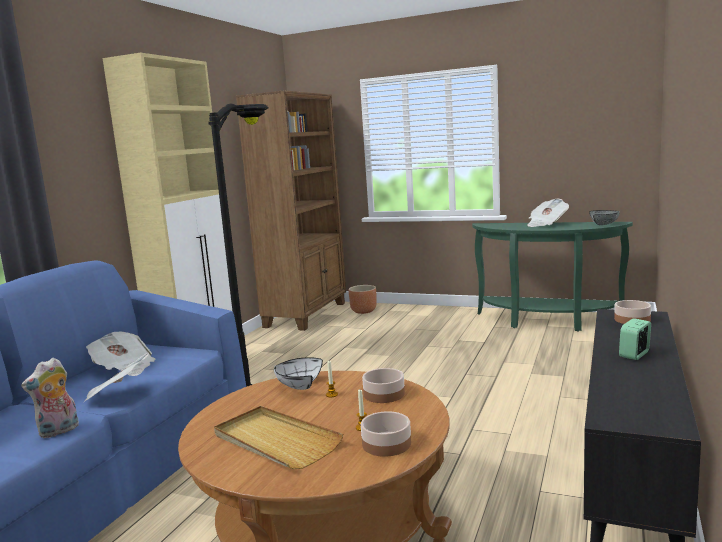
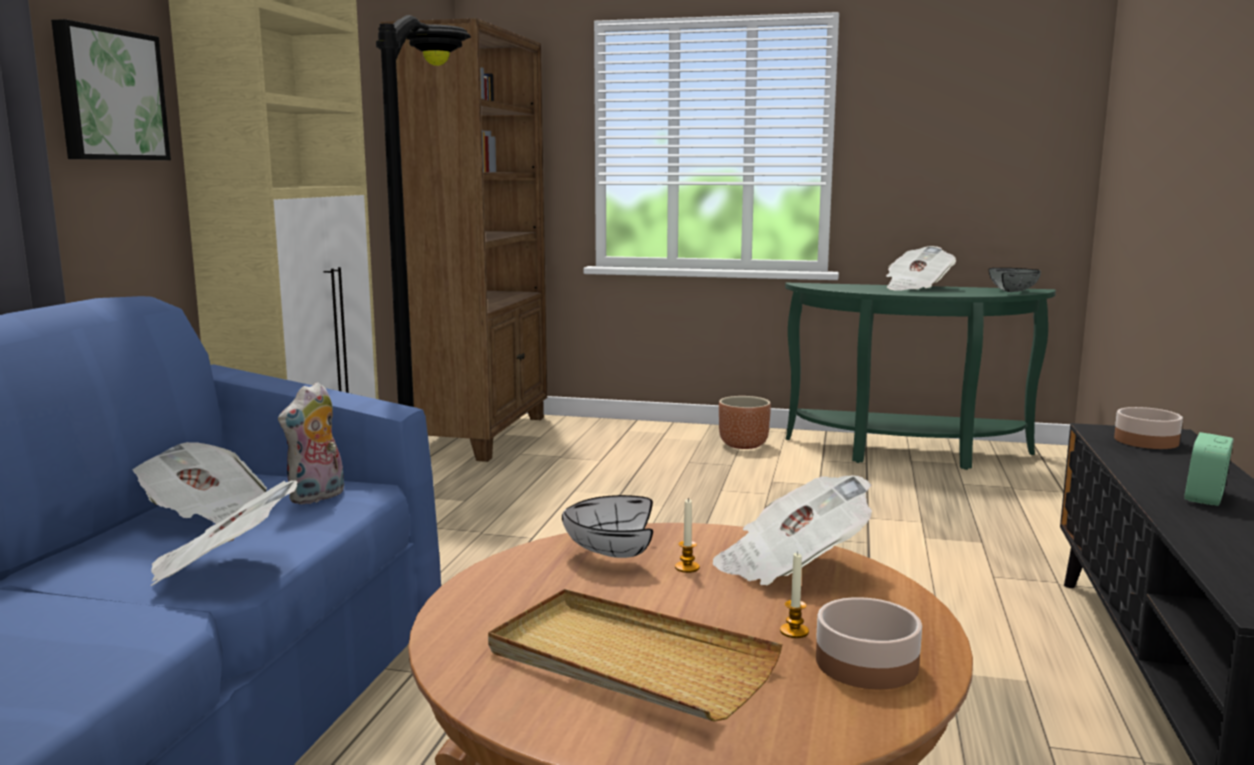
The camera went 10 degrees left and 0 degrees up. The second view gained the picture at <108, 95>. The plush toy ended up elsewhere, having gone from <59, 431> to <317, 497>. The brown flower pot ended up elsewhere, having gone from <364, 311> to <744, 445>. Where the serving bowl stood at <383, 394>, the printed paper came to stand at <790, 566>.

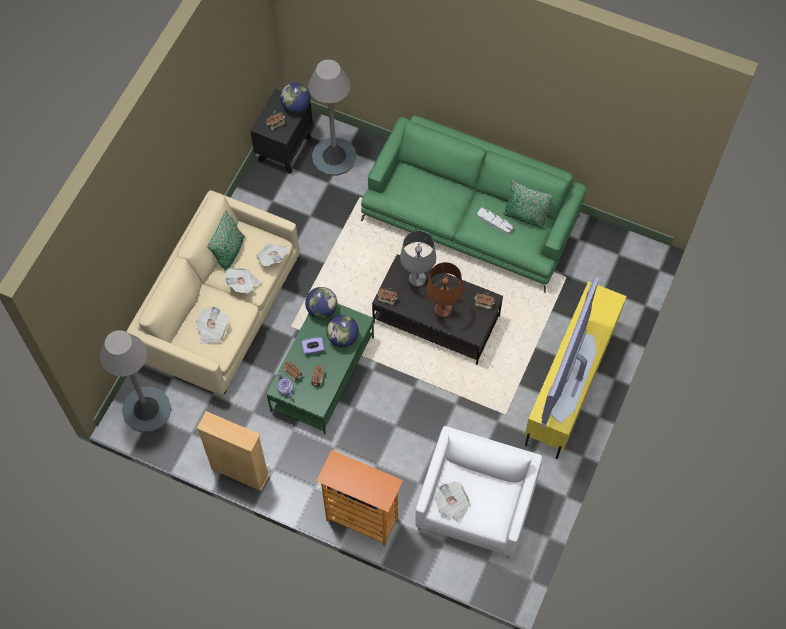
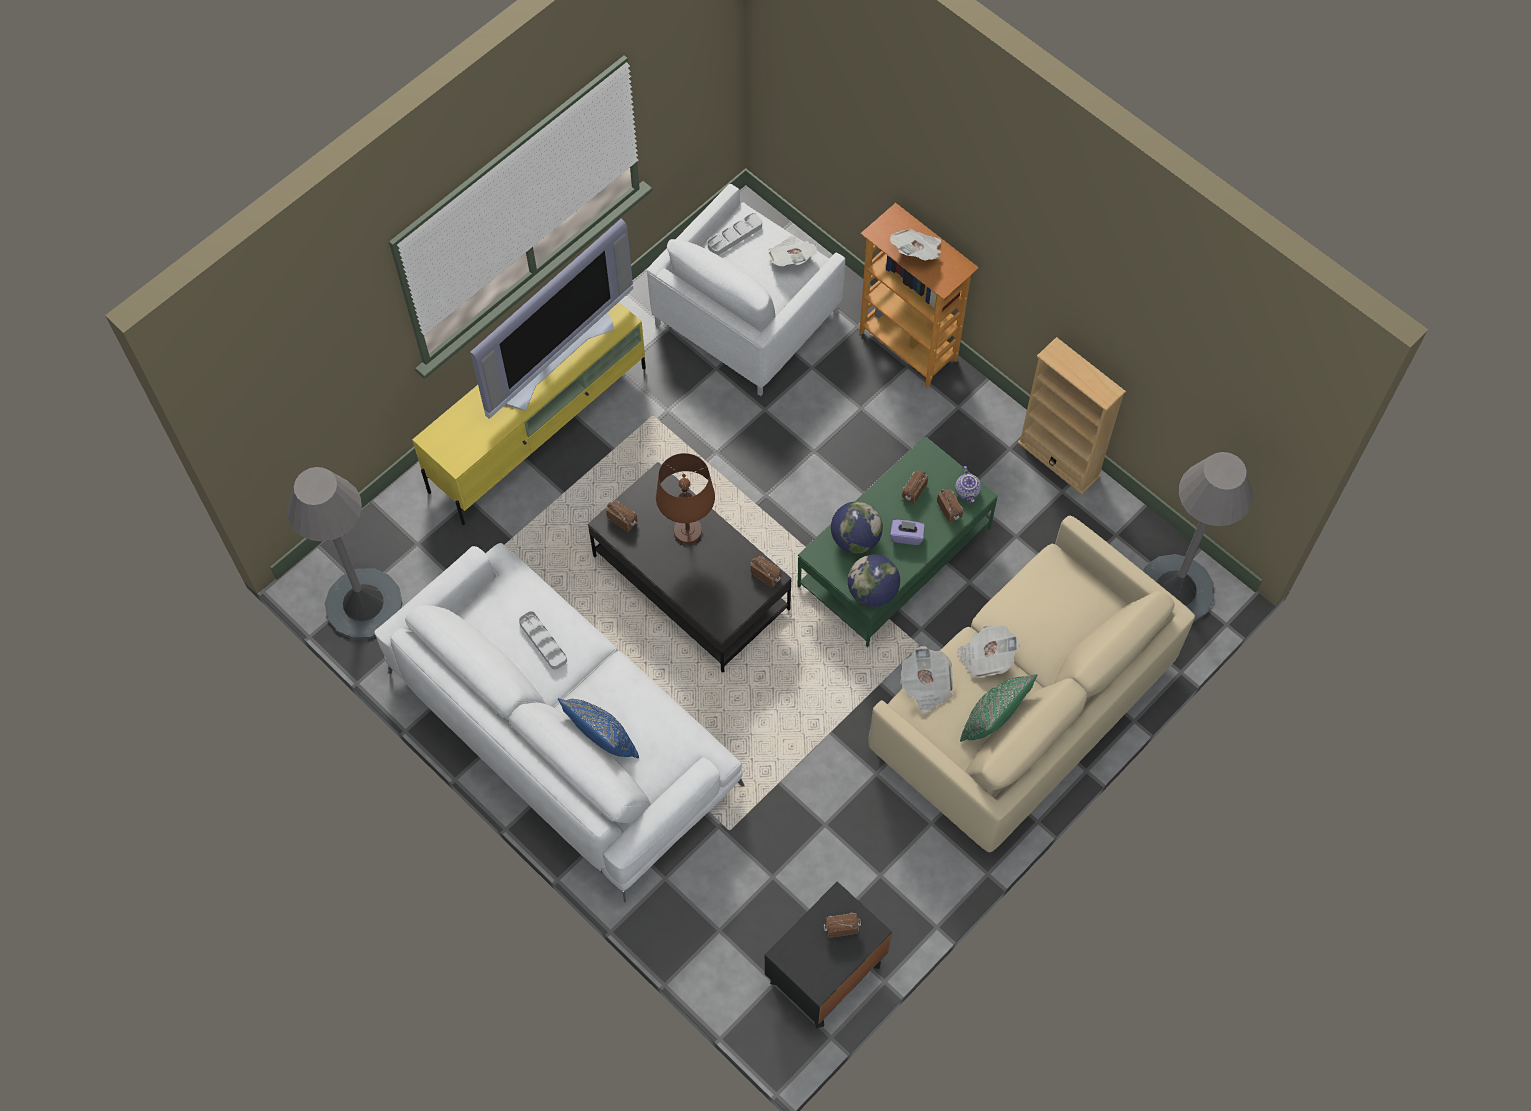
The camera went 160 degrees left and 0 degrees up. The second view lost the globe at <296, 106>. The second view lost the greyish table lamp at <417, 279>. The second view lost the greenish pillow at <525, 216>. The second view gained the blue pillow at <603, 740>. The second view gained the greyish serving tray at <735, 236>. The printed paper ended up elsewhere, having gone from <212, 330> to <917, 252>. The greyish standard lamp ended up elsewhere, having gone from <334, 157> to <363, 604>. What was the greenish settee at <471, 218> turned into the white settee at <562, 729>.

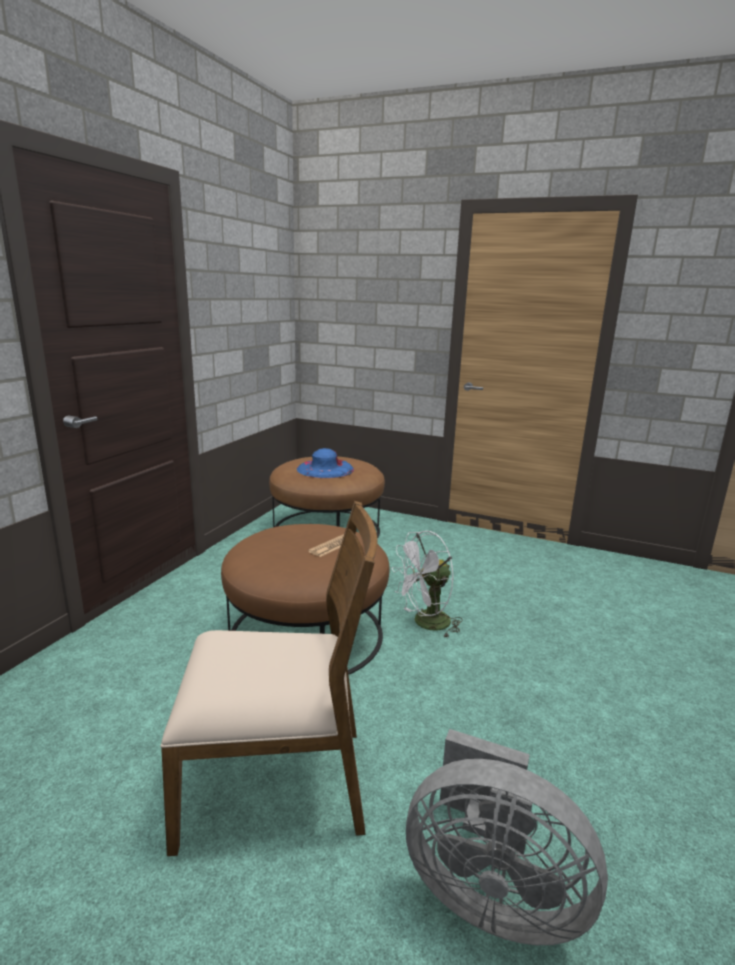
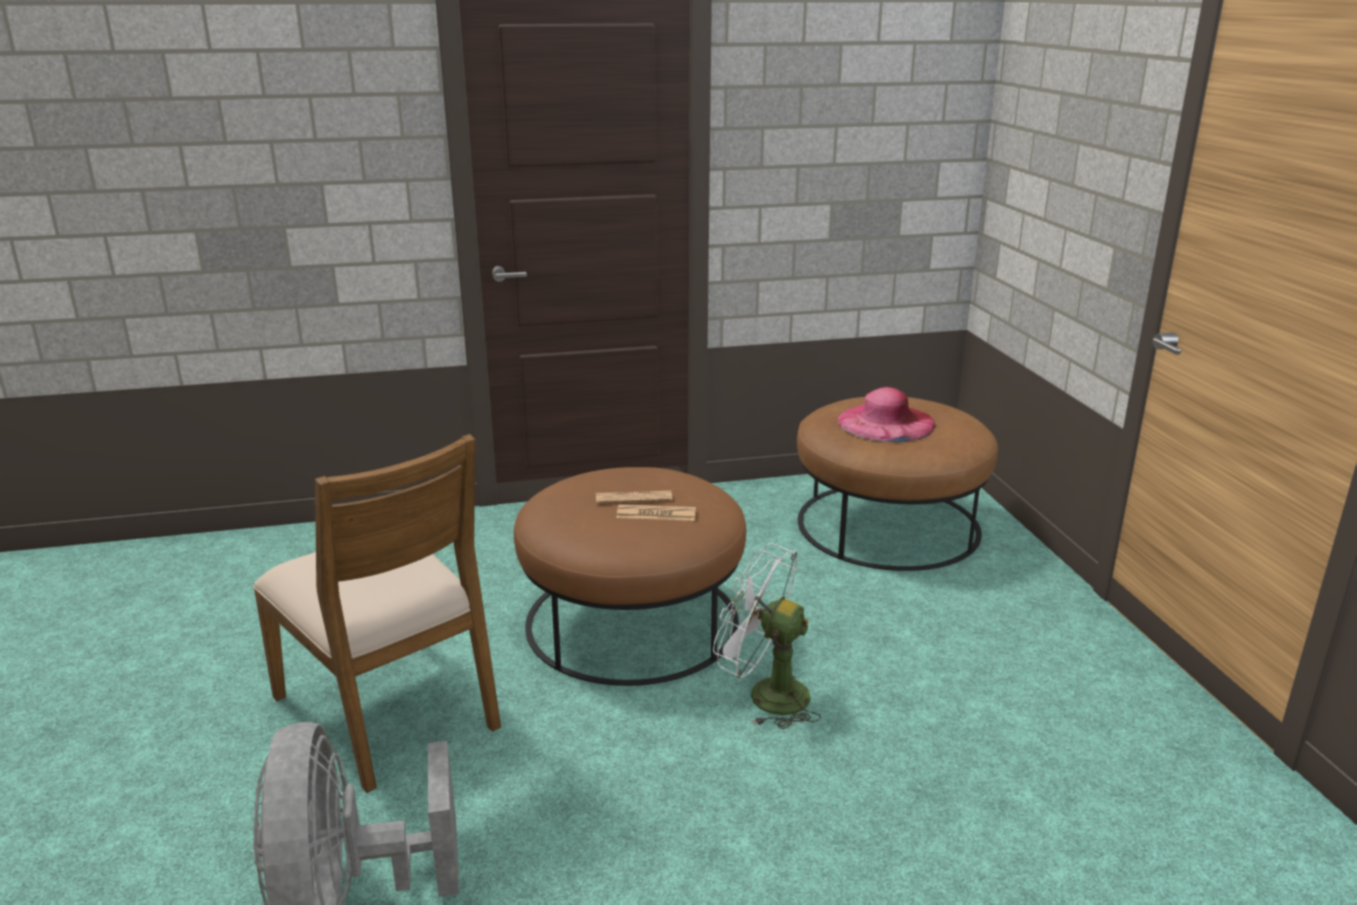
The camera went 55 degrees right and 5 degrees up. The second view gained the printed paper at <633, 498>. What was the blue clothing hat at <325, 469> turned into the pink-coloured clothing hat at <886, 422>.

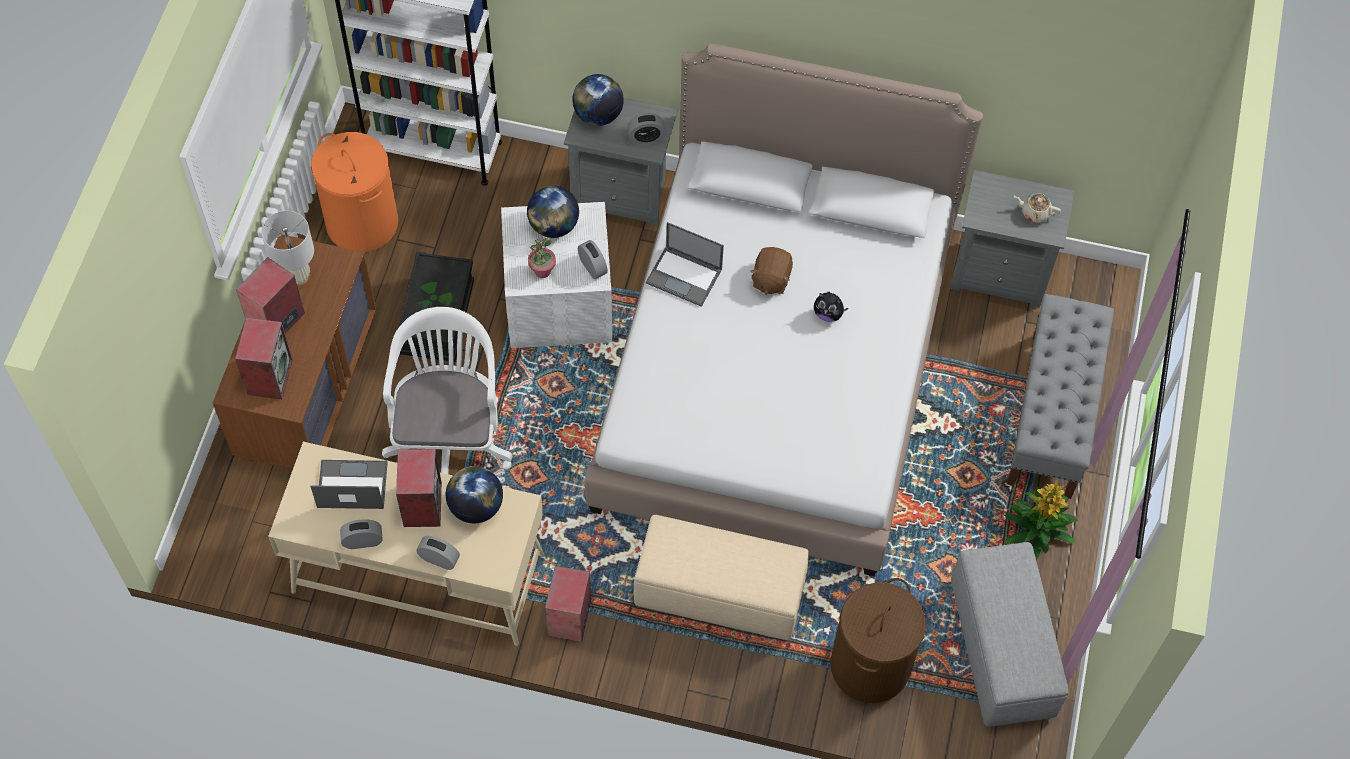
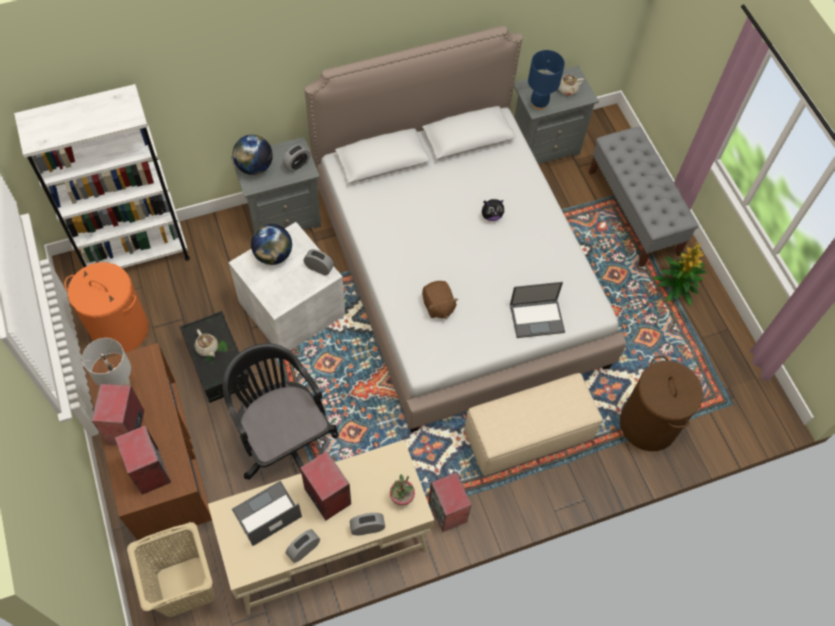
The camera went 35 degrees left and 0 degrees up. The second view lost the globe at <476, 506>. The second view lost the greyish footrest at <1002, 649>. The second view gained the beige hamper at <184, 586>. The second view gained the beige teapot at <207, 348>. The second view gained the blue table lamp at <539, 104>. The houseplant ended up elsewhere, having gone from <542, 271> to <401, 498>. The portable computer ended up elsewhere, having gone from <685, 276> to <537, 318>. The brown plush toy ended up elsewhere, having gone from <770, 279> to <438, 306>. What was the white desk chair at <450, 437> turned into the black desk chair at <282, 438>.

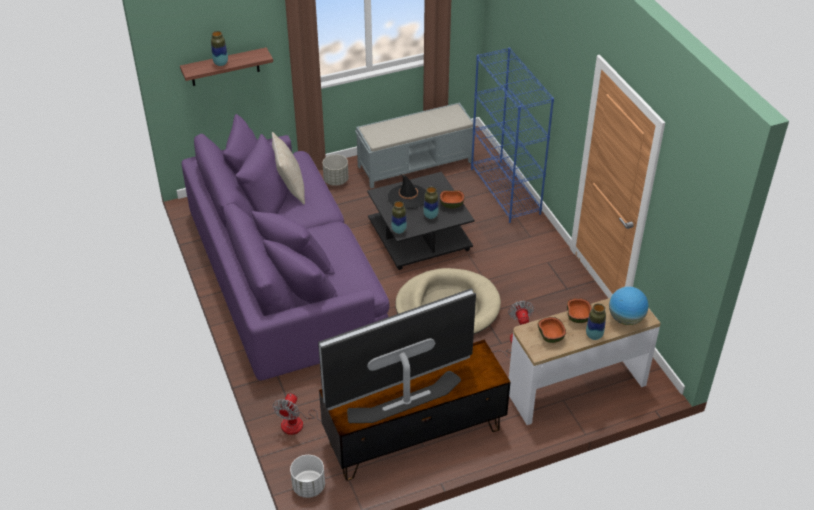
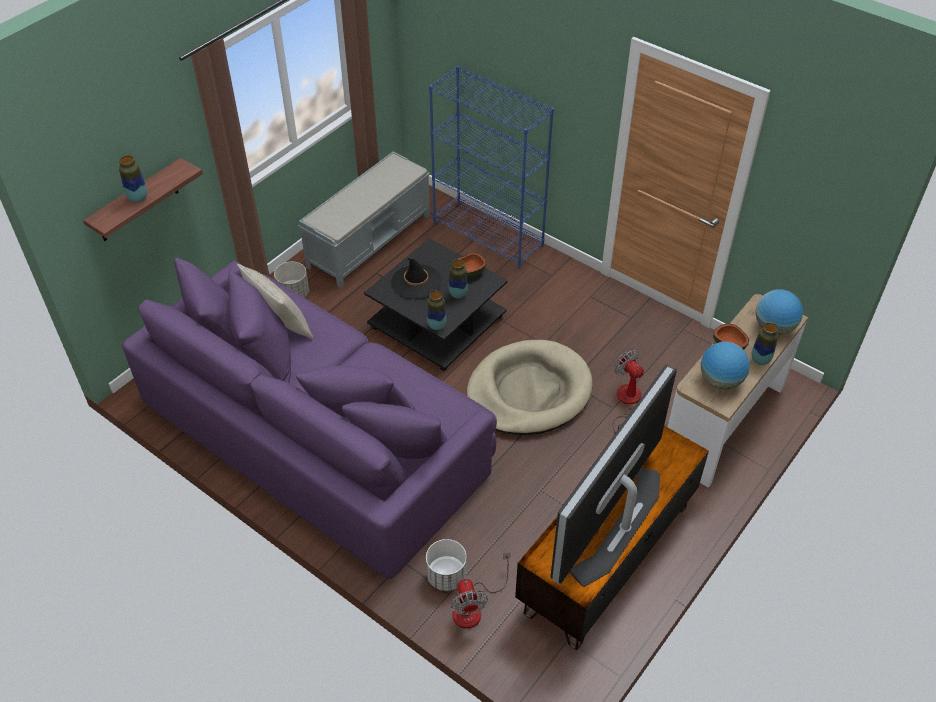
The camera went 30 degrees left and 5 degrees up. The white flower pot ended up elsewhere, having gone from <309, 487> to <447, 576>. Where the serving bowl stood at <550, 336>, the globe came to stand at <720, 380>.

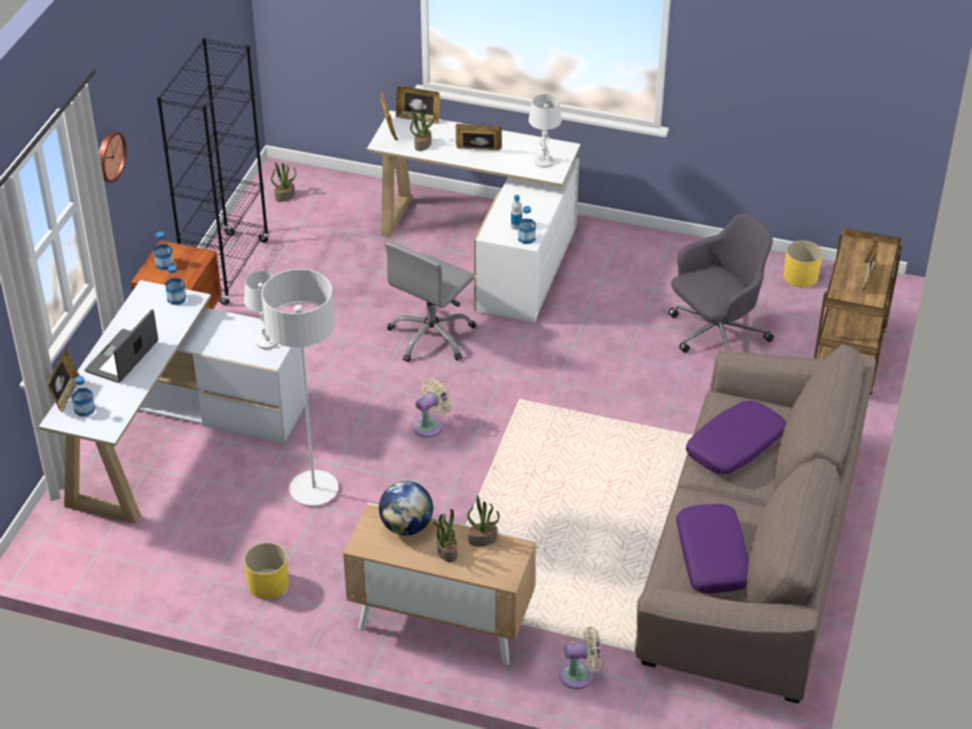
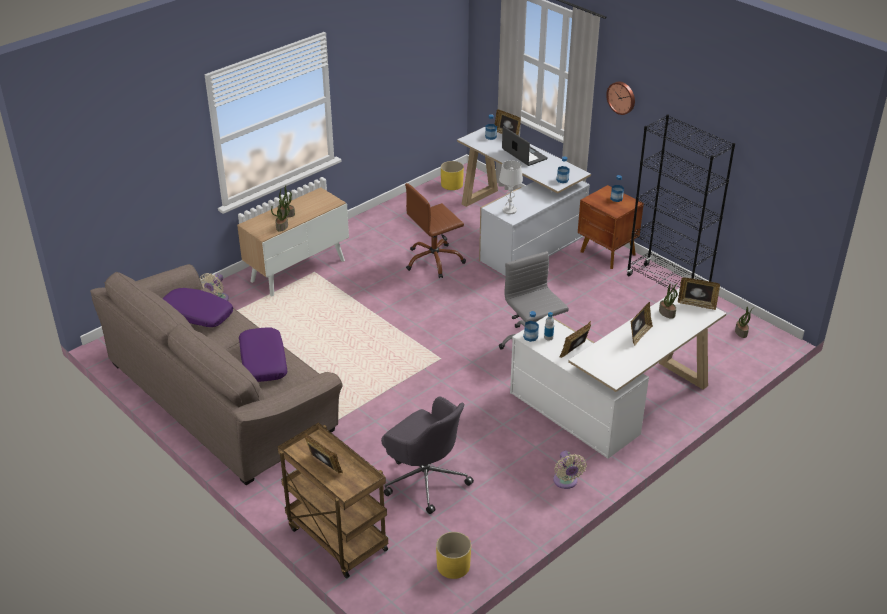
The camera went 120 degrees right and 5 degrees down. The second view lost the globe at <406, 526>. The second view lost the white table lamp at <544, 162>. The yellow flower pot ended up elsewhere, having gone from <268, 584> to <452, 184>. The picture frame ended up elsewhere, having gone from <418, 118> to <575, 351>. The beige fan ended up elsewhere, having gone from <430, 425> to <566, 482>. Where the greyish standard lamp stood at <314, 489>, the brown desk chair came to stand at <434, 261>. The greyish desk chair at <716, 335> ended up facing another way, 45 degrees counterclockwise from before.

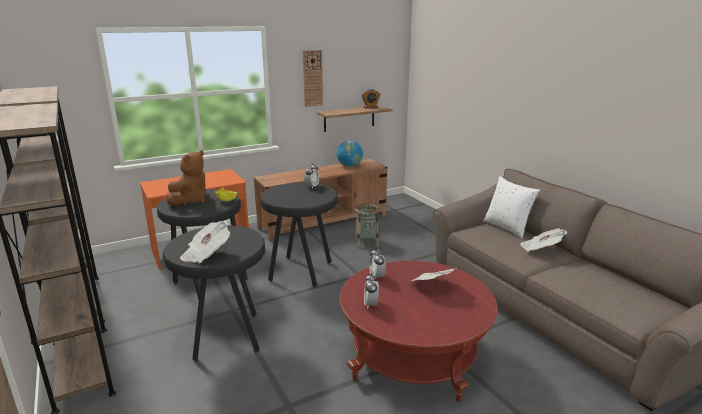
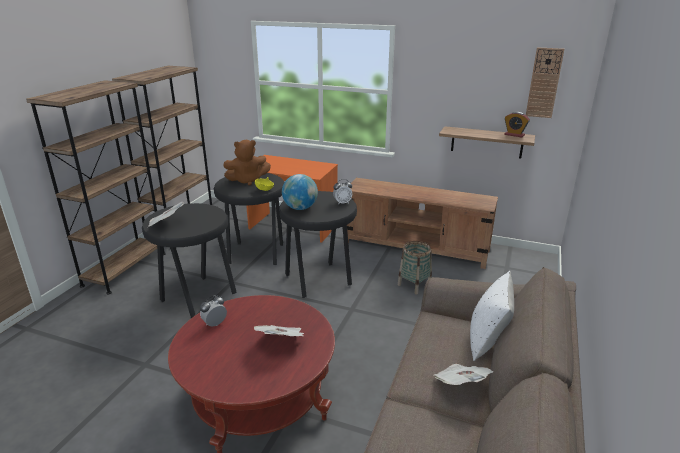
The camera went 50 degrees right and 5 degrees up. The second view lost the table clock at <377, 277>. The wall clock ended up elsewhere, having gone from <312, 78> to <544, 83>. The globe ended up elsewhere, having gone from <349, 166> to <300, 208>.

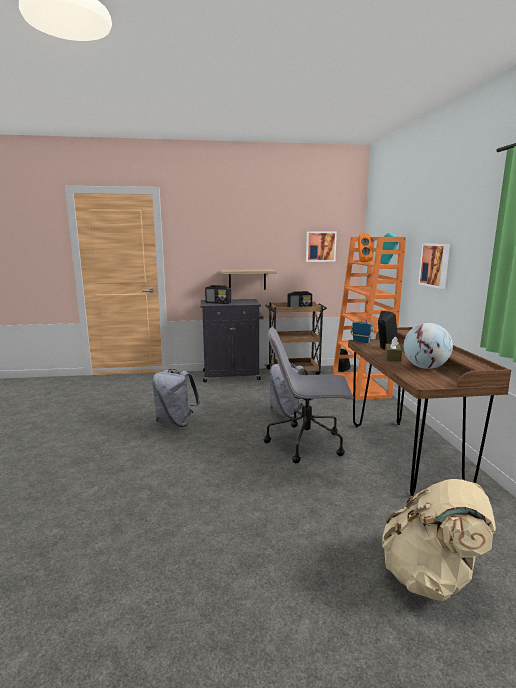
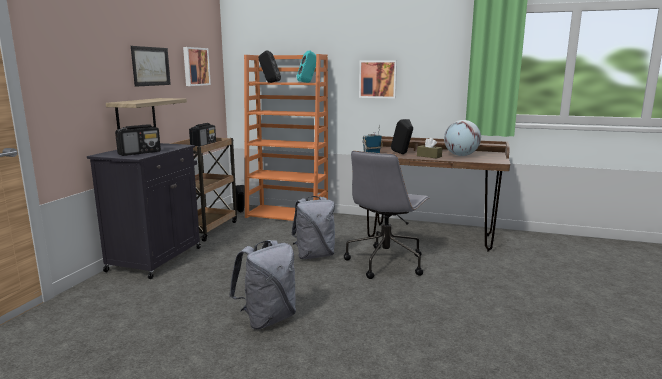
The camera went 65 degrees left and 0 degrees up. The second view lost the beige rucksack at <431, 577>. The second view gained the picture at <151, 66>. What was the orange-coloured audio speaker at <362, 262> turned into the black audio speaker at <269, 82>.

